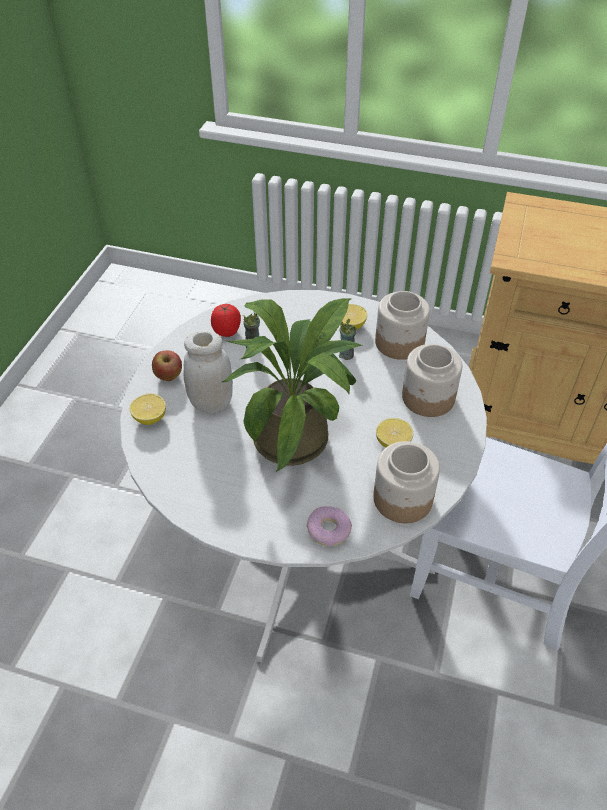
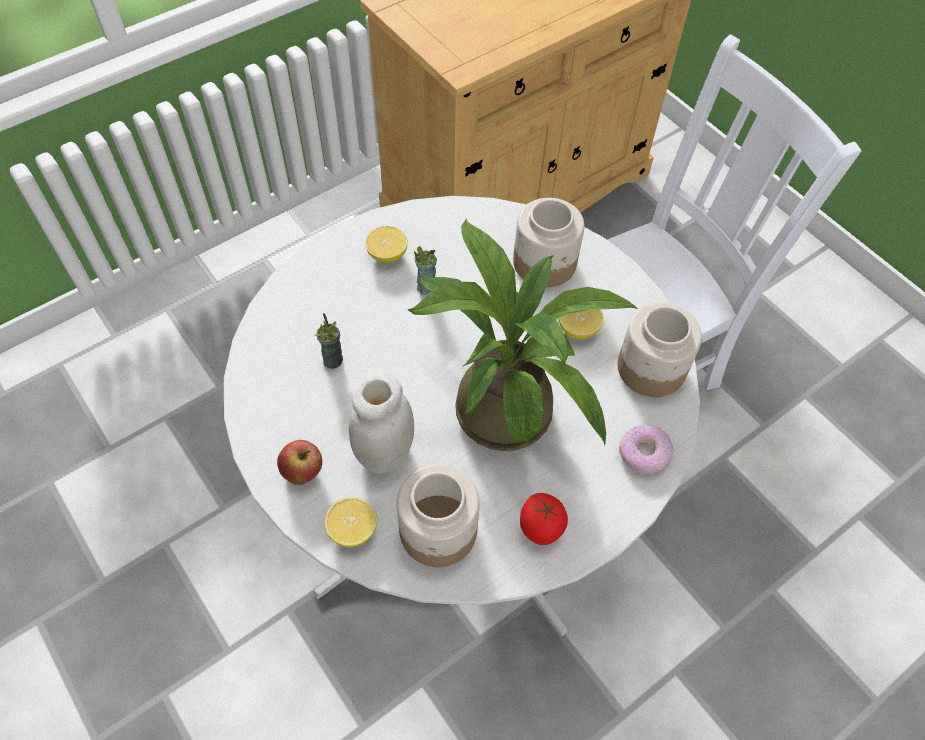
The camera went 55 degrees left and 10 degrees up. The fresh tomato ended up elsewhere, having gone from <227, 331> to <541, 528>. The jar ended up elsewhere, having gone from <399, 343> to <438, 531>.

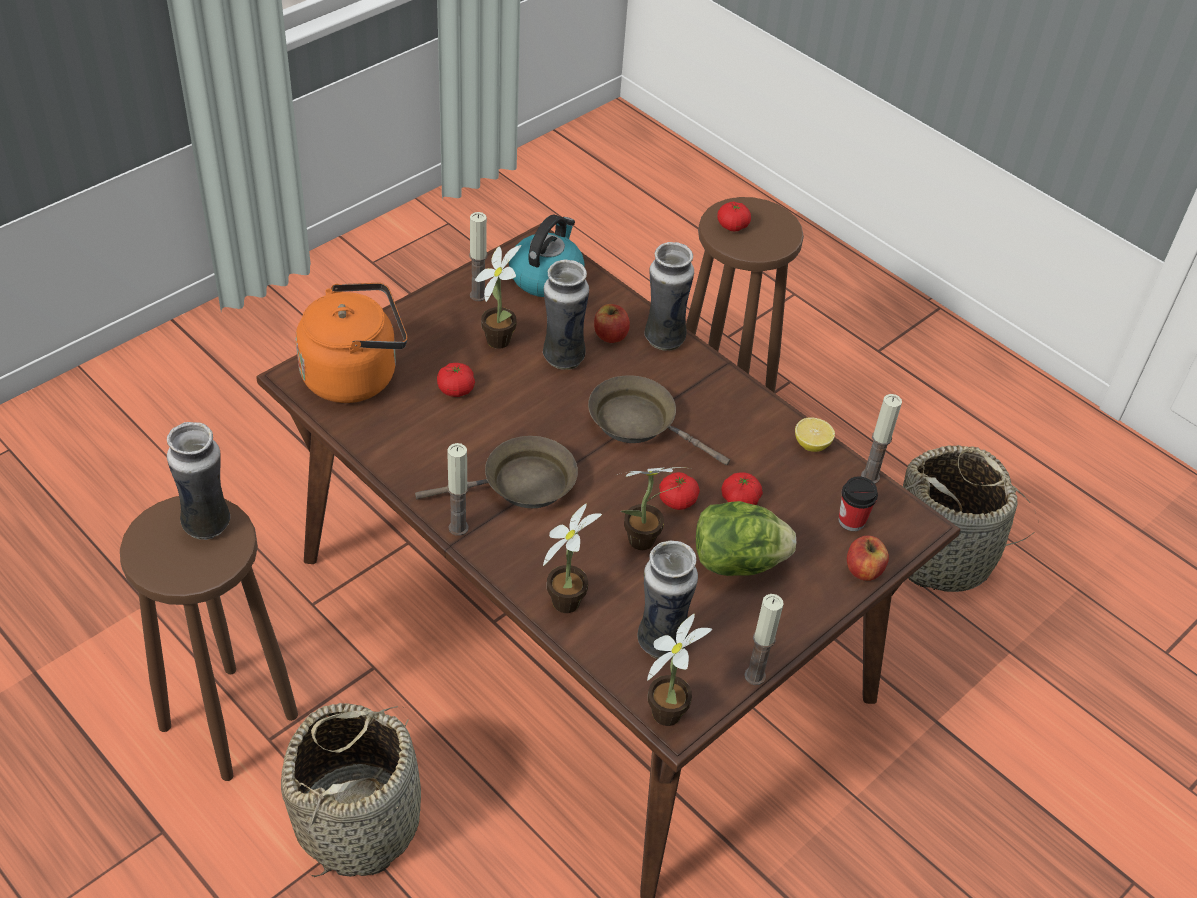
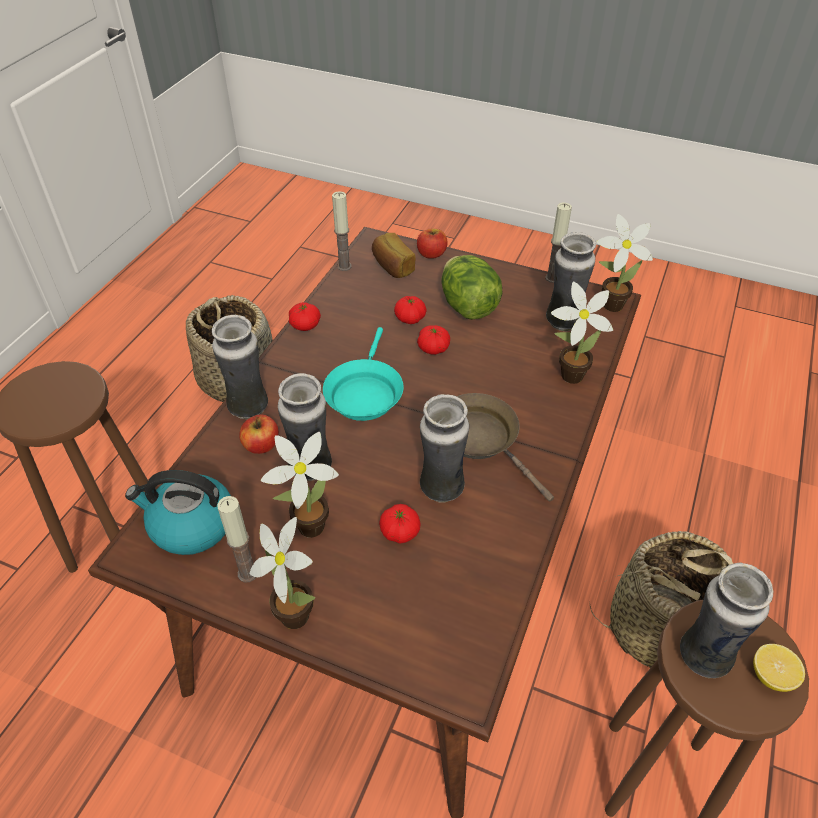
The camera went 110 degrees left and 0 degrees up. The second view lost the orange-coloured tea kettle at <355, 375>. The second view lost the candle at <458, 527>. The second view gained the decorative vase at <441, 489>. The houseplant ended up elsewhere, having gone from <646, 540> to <293, 611>. The fresh tomato ended up elsewhere, having gone from <732, 226> to <305, 325>. The lemon ended up elsewhere, having gone from <811, 444> to <771, 676>. Where the cup stood at <851, 520>, the baked bread came to stand at <392, 266>. What was the brown pan at <639, 423> turned into the turquoise-coloured pan at <364, 393>.

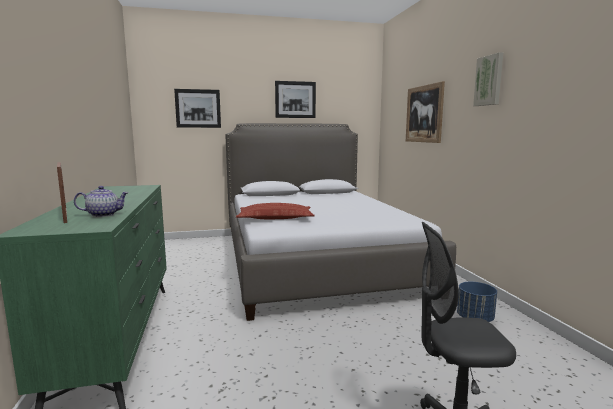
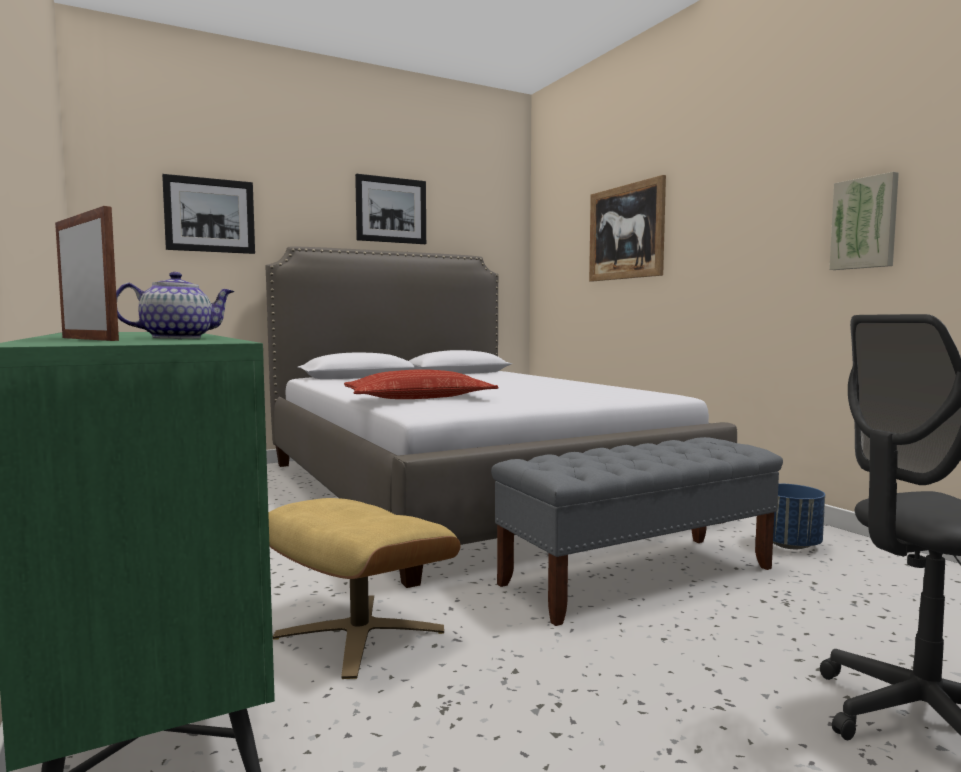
The camera went 15 degrees left and 5 degrees down. The second view gained the beige footrest at <358, 633>. The second view gained the greyish indoor bench at <639, 576>. The picture ended up elsewhere, having gone from <489, 80> to <865, 223>.

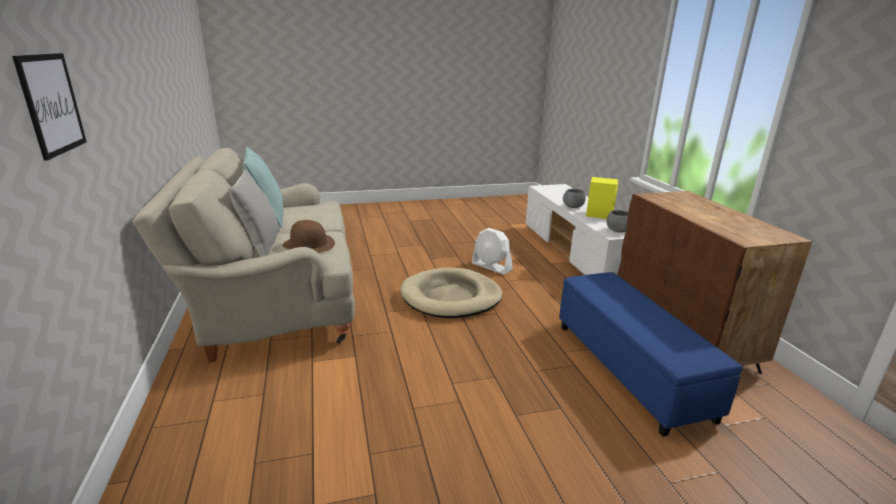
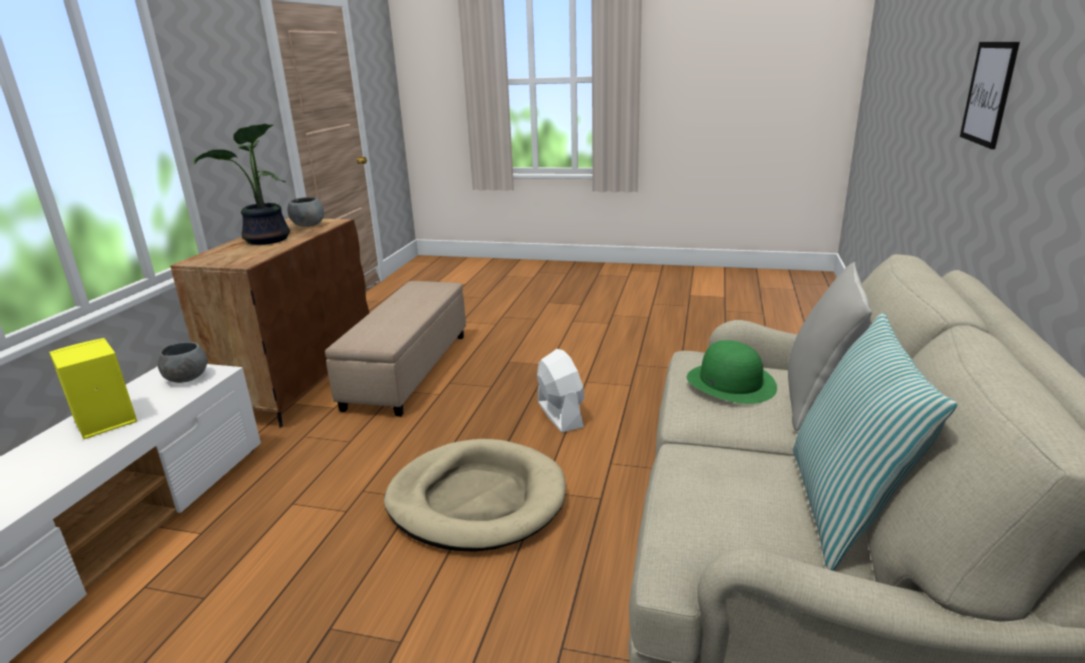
The camera went 150 degrees left and 0 degrees up. The second view gained the houseplant at <266, 240>. The white fan ended up elsewhere, having gone from <491, 267> to <559, 414>. The greyish serving bowl ended up elsewhere, having gone from <573, 207> to <308, 225>. What was the brown clothing hat at <308, 244> turned into the greenish clothing hat at <731, 382>. What was the blue footrest at <630, 369> turned into the beige footrest at <407, 370>.

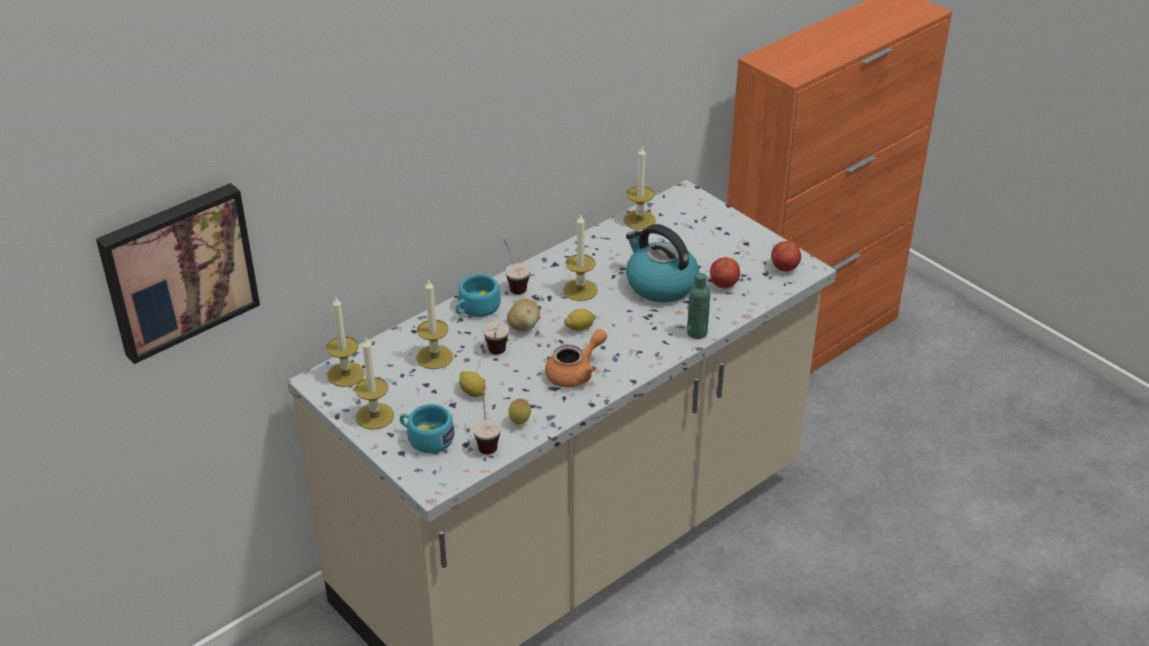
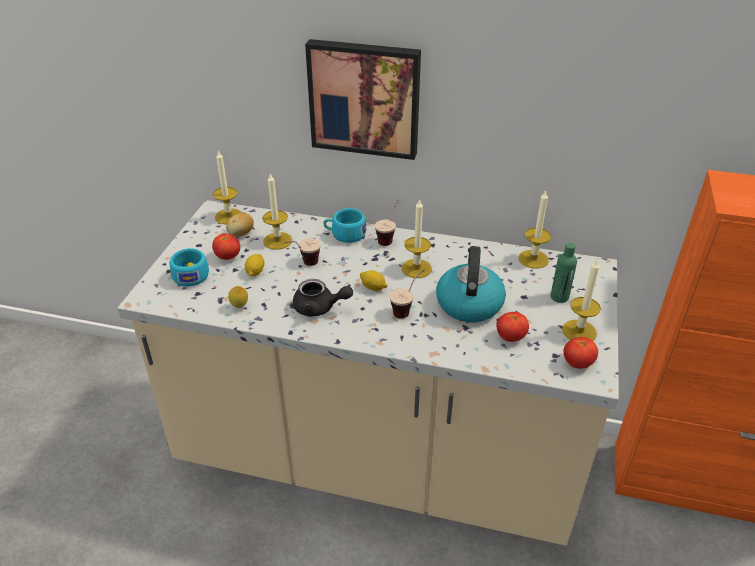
The camera went 55 degrees right and 0 degrees up. The second view gained the fresh tomato at <228, 257>. The picture ended up elsewhere, having gone from <177, 269> to <365, 98>. The candle ended up elsewhere, having gone from <375, 416> to <579, 331>. The cup ended up elsewhere, having gone from <486, 440> to <407, 309>. The spud ended up elsewhere, having gone from <523, 326> to <241, 234>. The greenish drink bottle ended up elsewhere, having gone from <697, 332> to <559, 297>. What was the orange-coloured teapot at <575, 372> turned into the black teapot at <319, 308>.

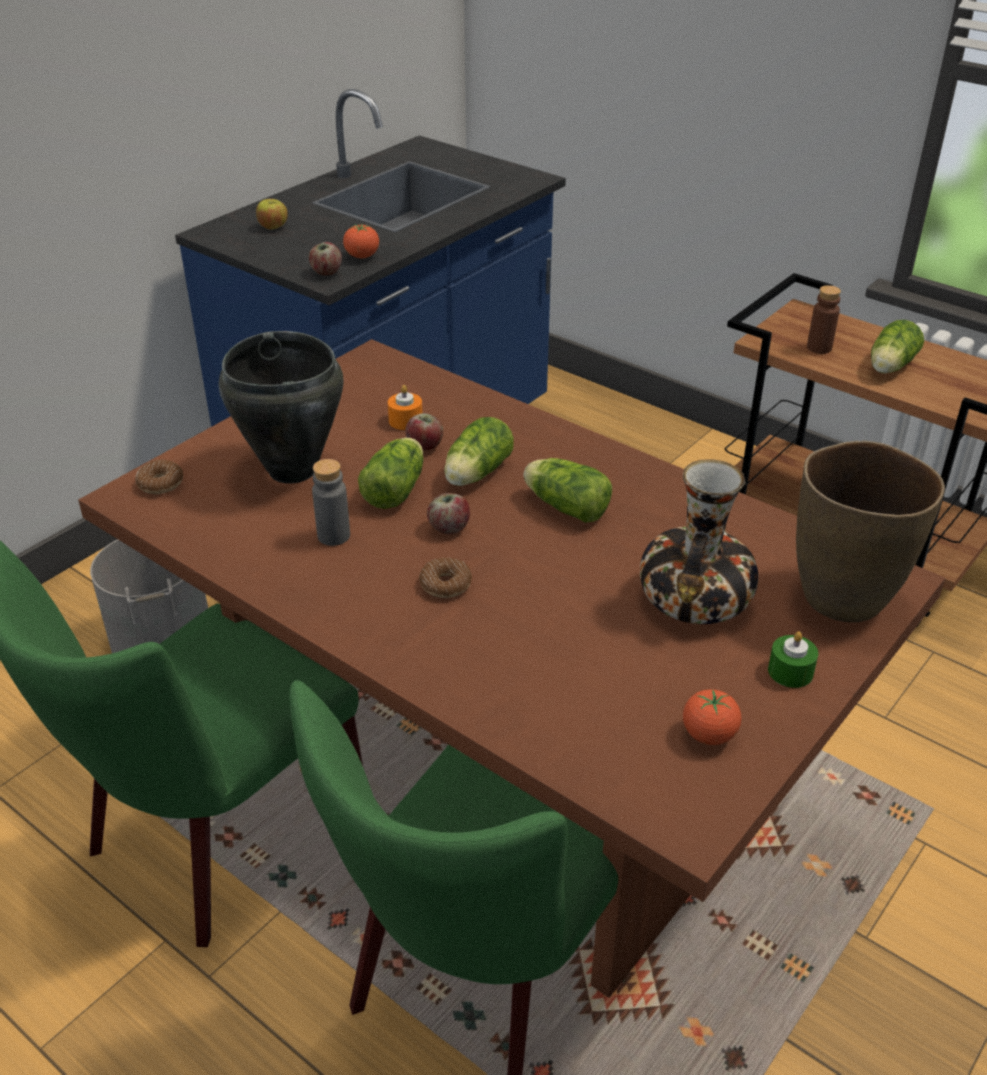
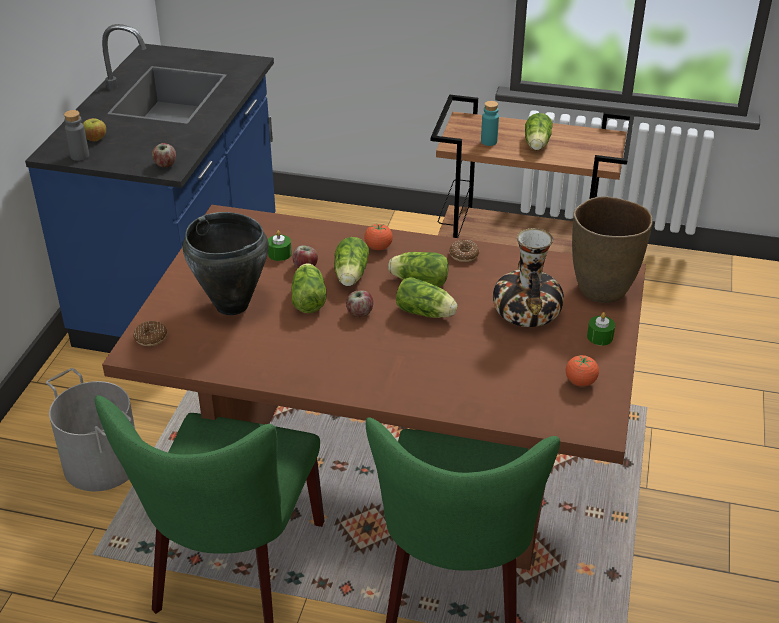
The camera went 25 degrees left and 0 degrees up. The second view gained the head of lettuce at <426, 313>. The greyish drink bottle ended up elsewhere, having gone from <334, 535> to <80, 156>. The fresh tomato ended up elsewhere, having gone from <362, 256> to <378, 247>. The doughnut ended up elsewhere, having gone from <445, 584> to <464, 255>. What was the orange-coloured candle at <405, 420> turned into the greenish candle at <279, 254>. What was the brown drink bottle at <819, 348> turned into the turquoise-coloured drink bottle at <489, 142>.

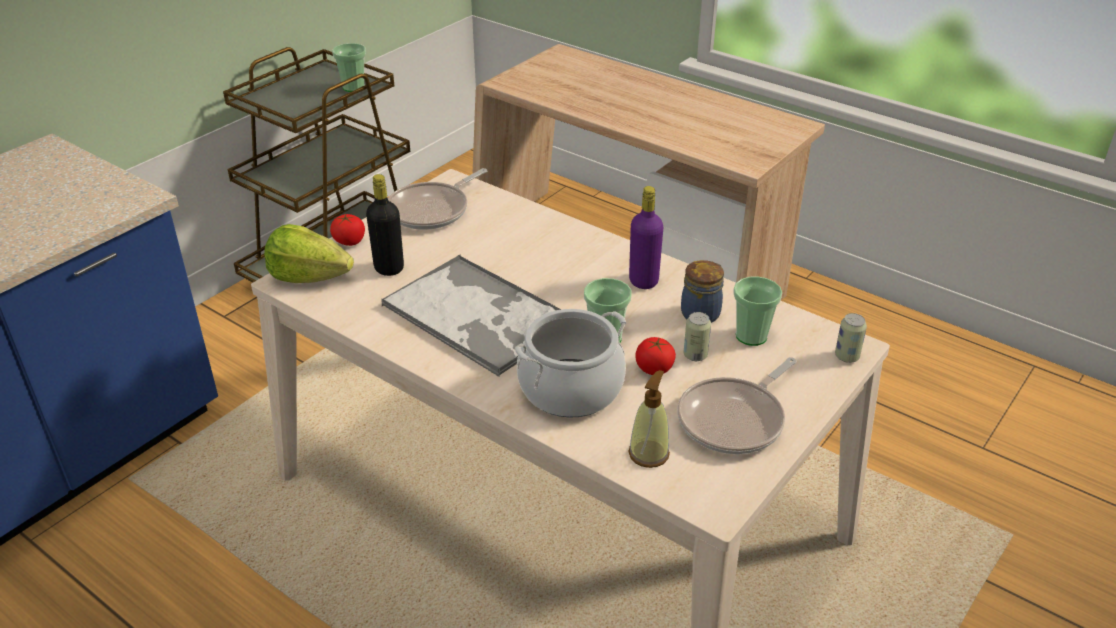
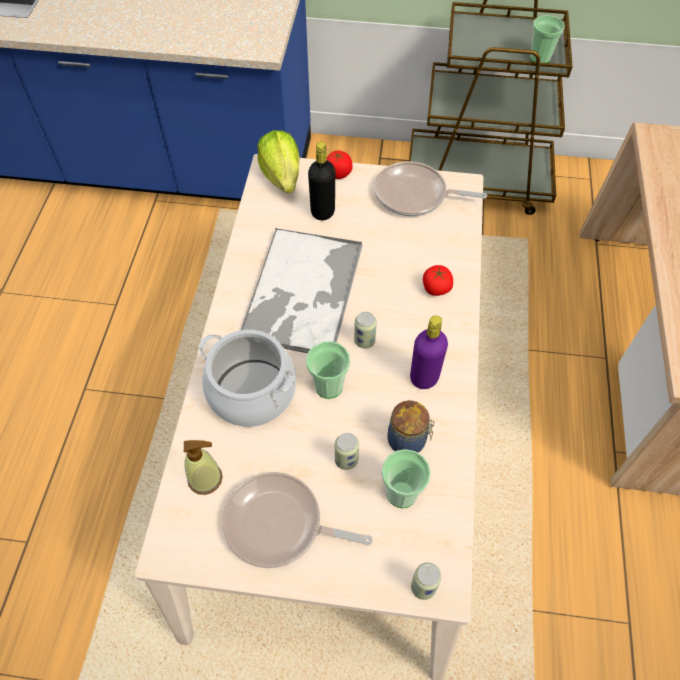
The camera went 60 degrees right and 20 degrees up. The second view gained the metal can at <364, 341>. The fresh tomato ended up elsewhere, having gone from <654, 368> to <436, 288>.

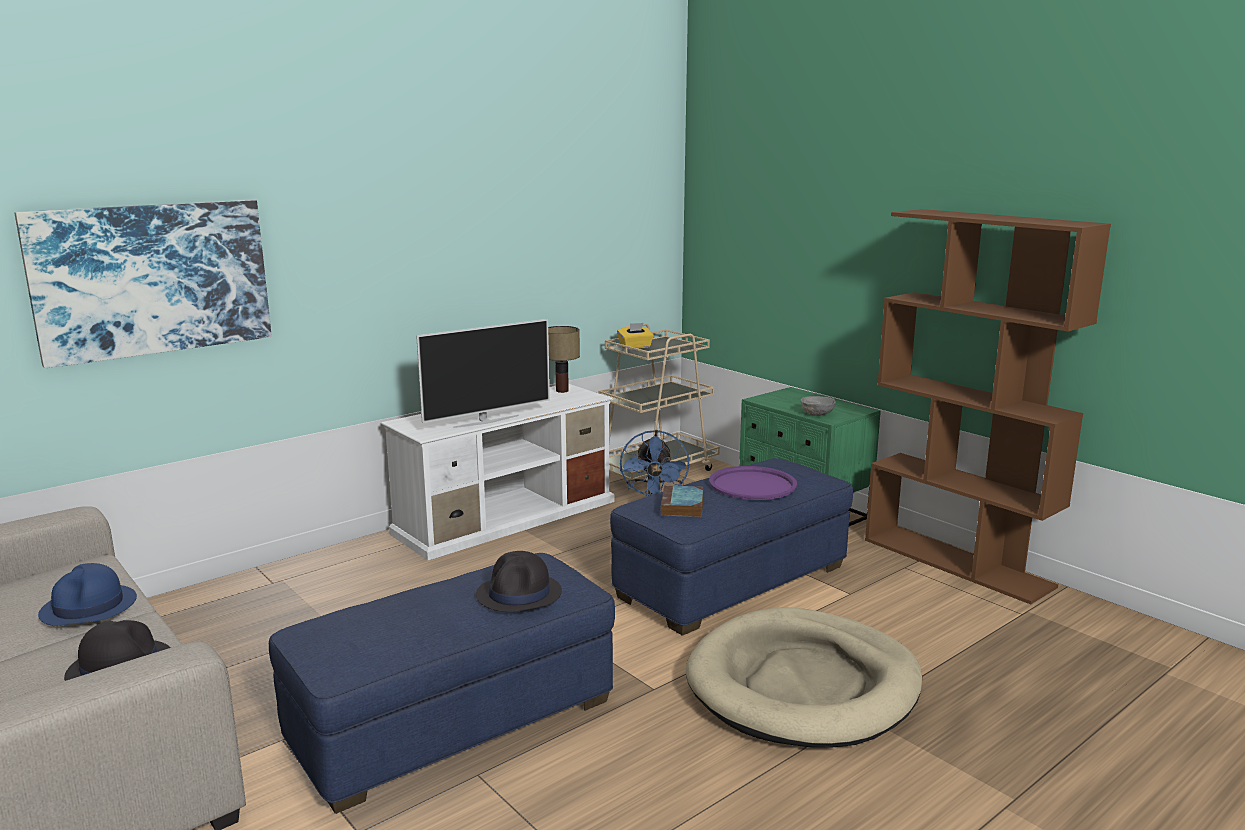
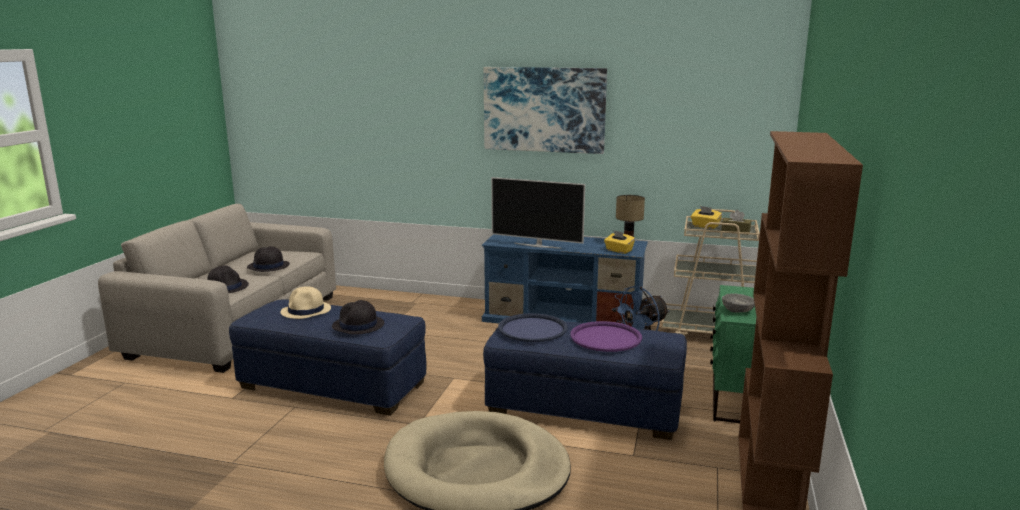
The camera went 55 degrees right and 0 degrees up. The second view gained the beige clothing hat at <306, 311>. The second view gained the yellow tissue holder at <618, 250>. The second view gained the brown tissue holder at <735, 231>. The picture ended up elsewhere, having gone from <152, 279> to <544, 109>. Where the book stood at <682, 506>, the blue serving tray came to stand at <532, 329>. What was the blue clothing hat at <89, 607> turned into the black clothing hat at <268, 266>. What was the white tv unit at <507, 516> turned into the blue tv unit at <564, 319>.

